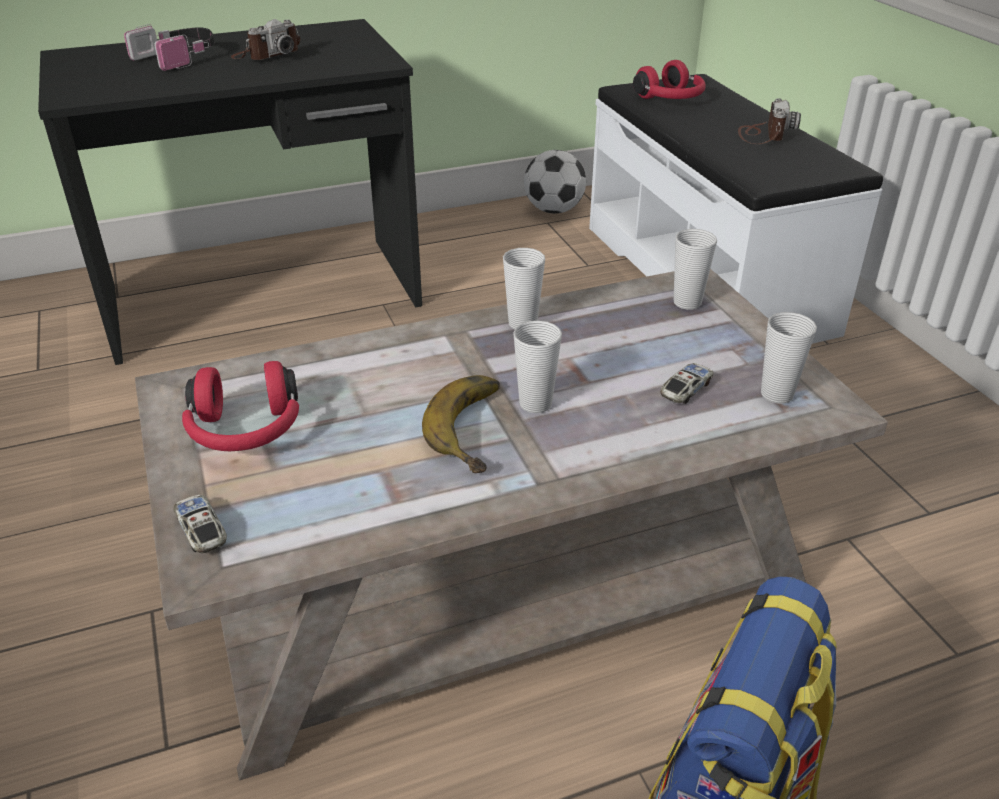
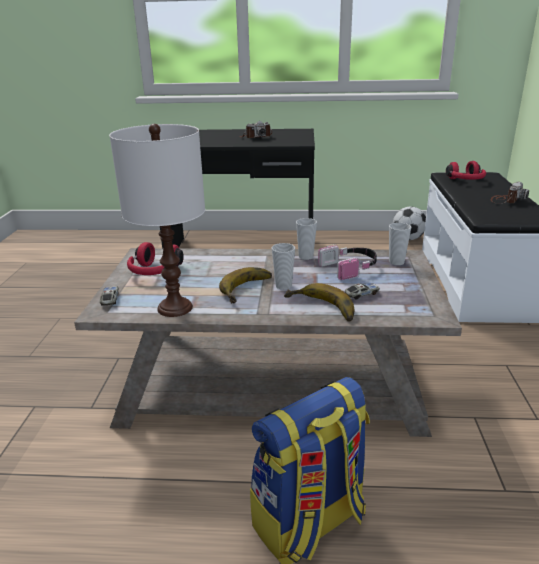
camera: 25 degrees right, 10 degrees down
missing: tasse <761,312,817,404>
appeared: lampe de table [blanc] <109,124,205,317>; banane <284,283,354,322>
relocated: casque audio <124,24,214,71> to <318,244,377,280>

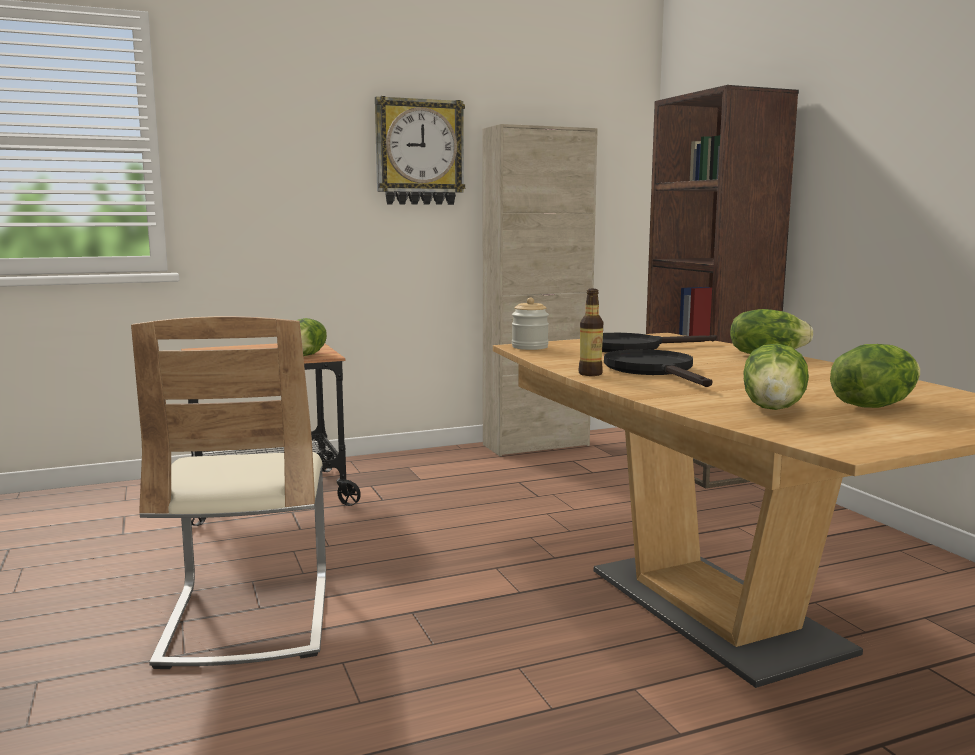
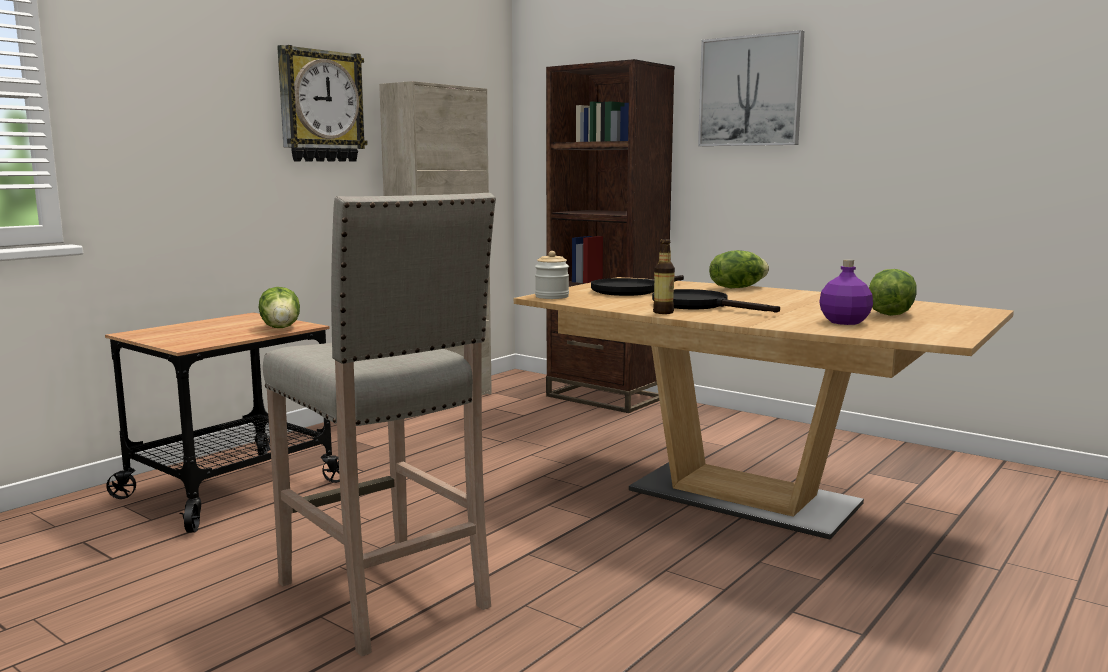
camera: 30 degrees left, 0 degrees up
appeared: tableau <698,30,804,146>
exchanged: chaise [beige] <131,316,326,669> to tabouret [beige] <263,193,496,657>; laitue <743,343,809,410> to bouteille [violet] <819,259,873,325>

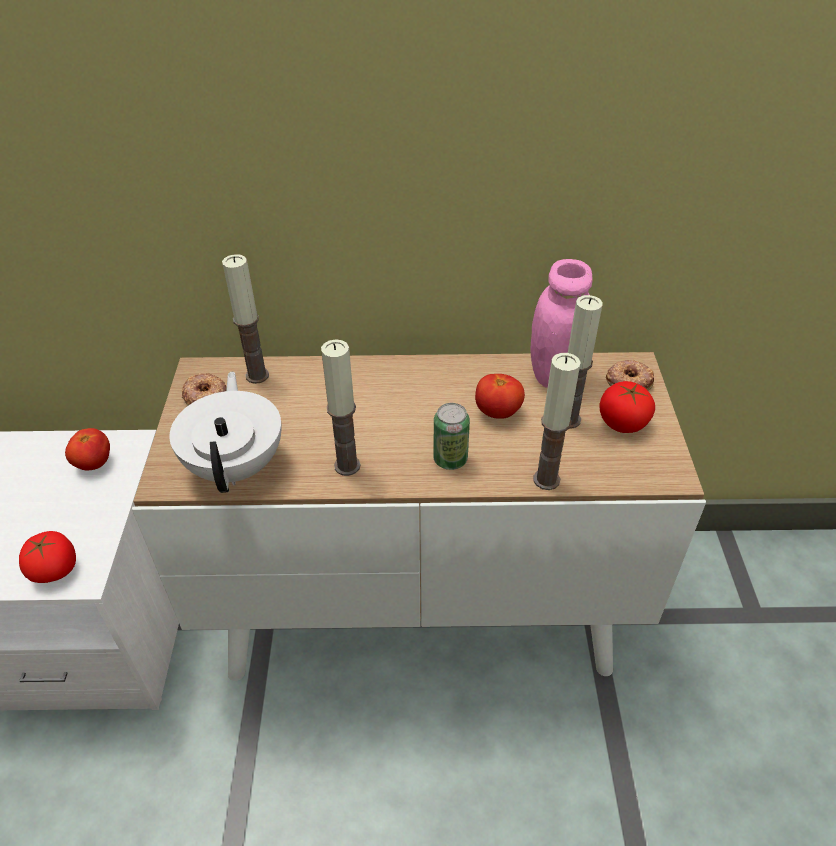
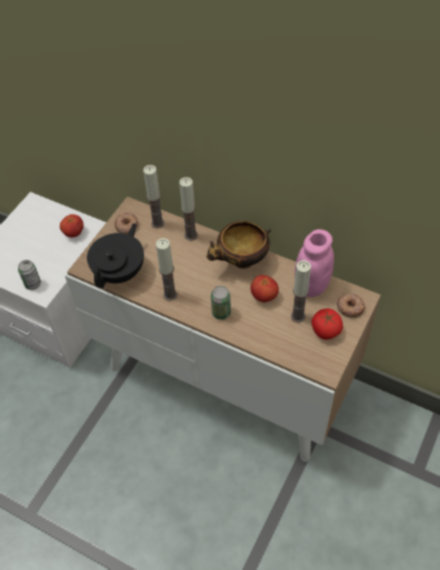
camera: 30 degrees right, 10 degrees up
appeared: bol <206,221,271,269>
relocated: bougie <533,353,581,490> to <179,177,198,241>
exchanged: tomate <19,531,76,583> to boîte métallique <18,260,41,290>
colour: théière [blanc] <169,372,282,493> to théière [noir] <87,223,144,288>

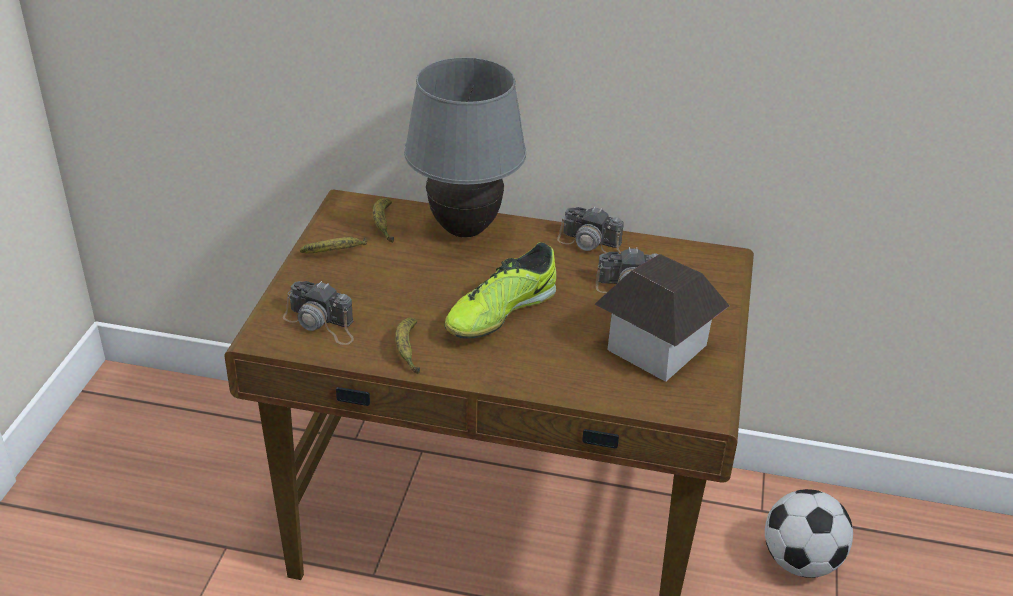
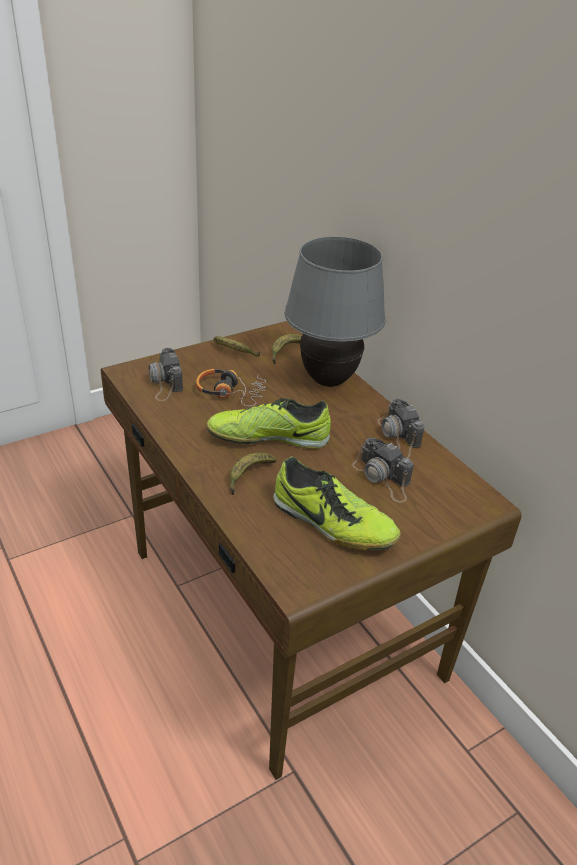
camera: 45 degrees right, 0 degrees up
missing: ballon de foot <765,489,853,578>
appeared: casque audio <196,369,266,406>
relocated: banane <395,318,420,374> to <230,452,277,495>
exchanged: maison miniature <595,254,729,382> to chaussure <273,457,401,550>

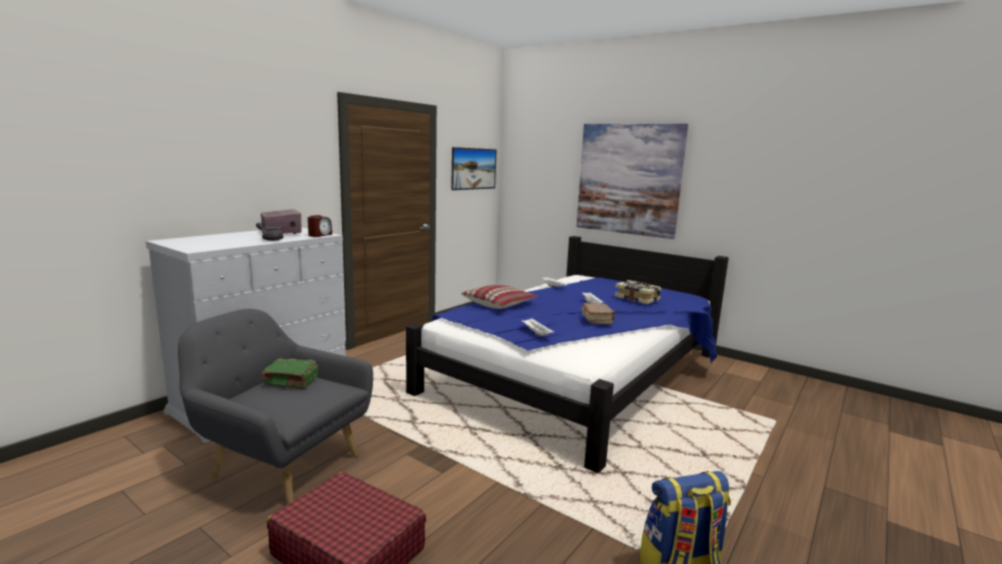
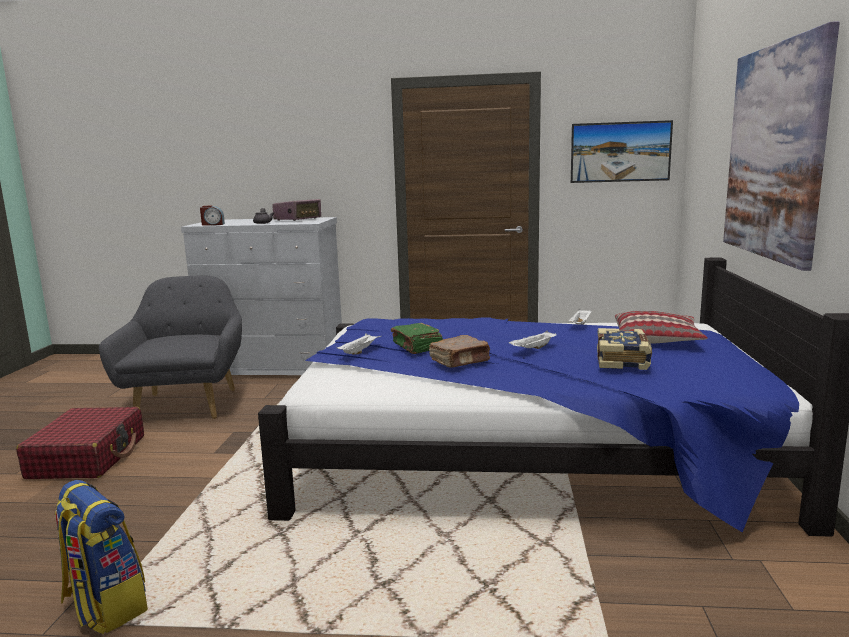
camera: 60 degrees right, 0 degrees up
relocated: réveil <308,215,332,237> to <200,205,225,226>; livre [vert] <261,359,318,389> to <391,323,443,354>; coussin <461,285,538,309> to <615,311,708,343>

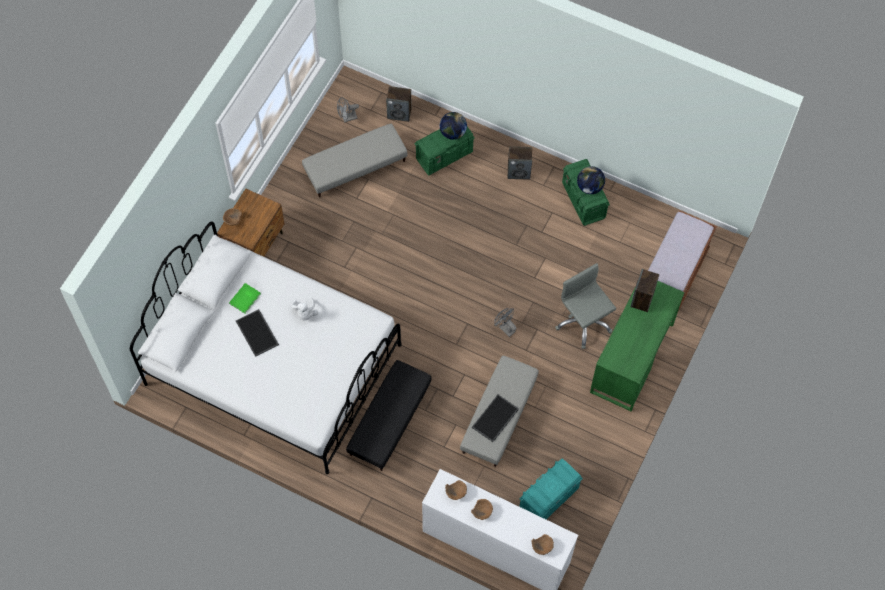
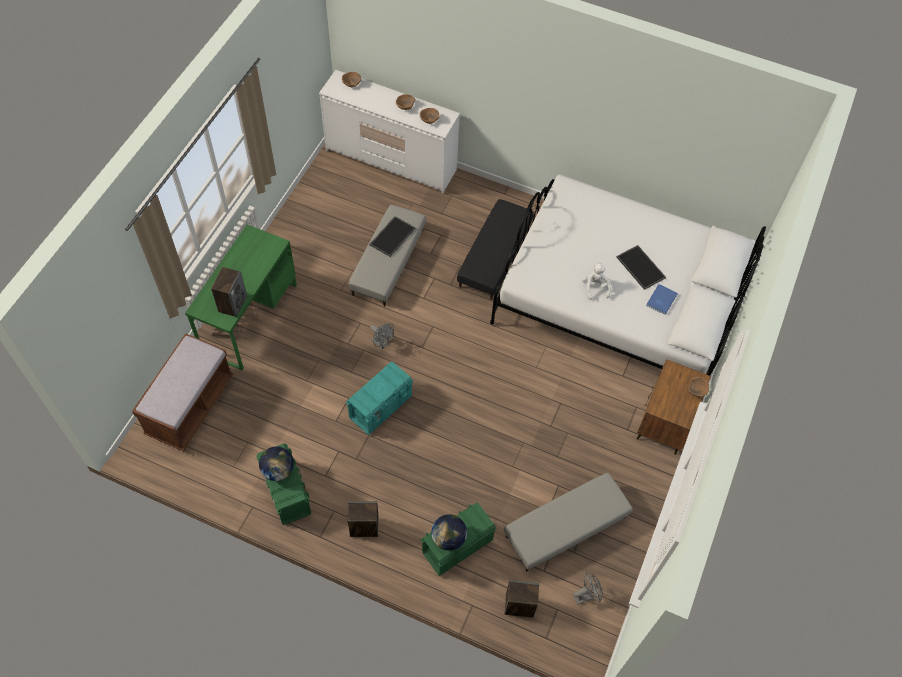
camera: 175 degrees right, 5 degrees down
missing: chaise de bureau [gris] <555,263,616,349>
relocated: boîte de rangement [turquoise] <519,458,583,519> to <346,362,413,435>
colour: livre [vert] <229,283,261,313> to livre [bleu] <646,284,678,315>

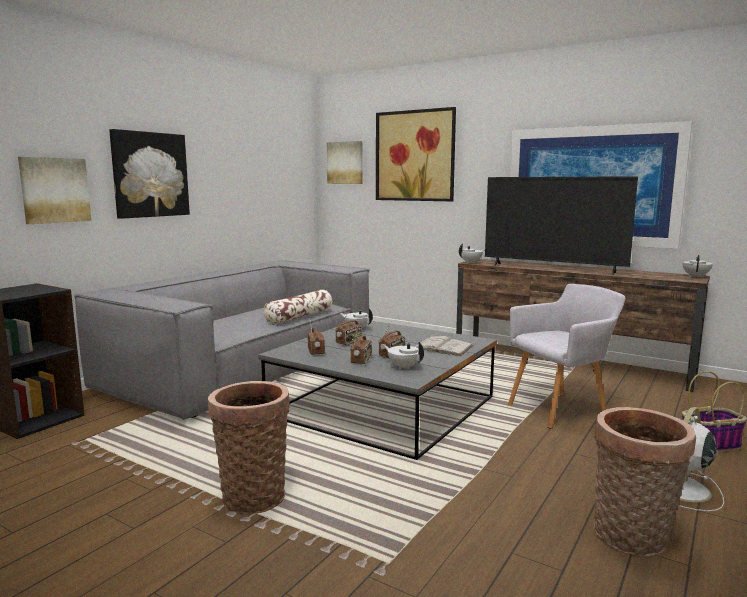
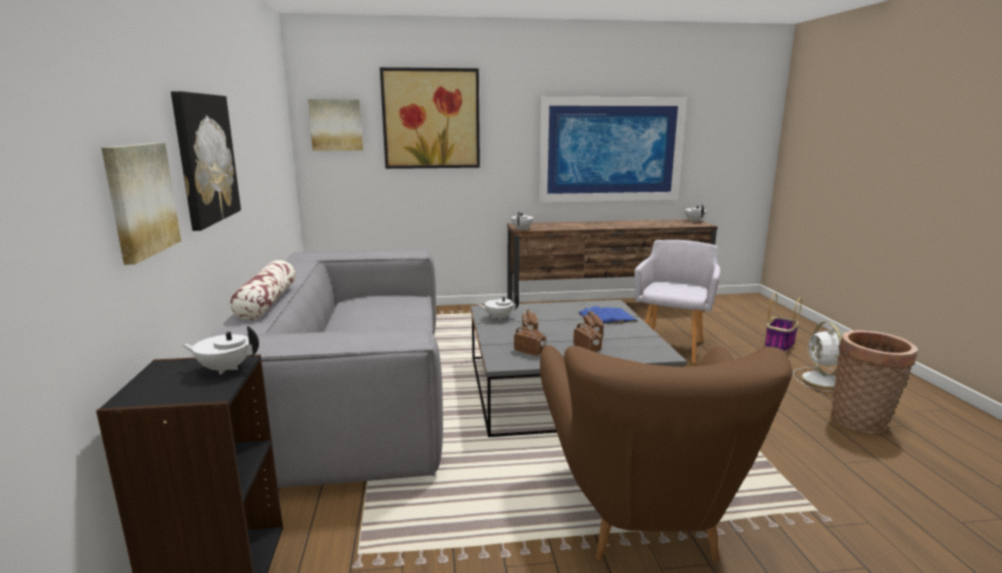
camera: 40 degrees left, 5 degrees up
missing: téléviseur <485,176,638,275>
relocated: théière [blanc] <384,342,424,369> to <181,326,259,375>; coussin <264,290,332,325> to <230,260,296,320>
exchanged: panier <208,381,290,515> to fauteuil [marron] <540,345,792,562>
colour: livre [blanc] <415,335,473,356> to livre [bleu] <578,306,638,324>

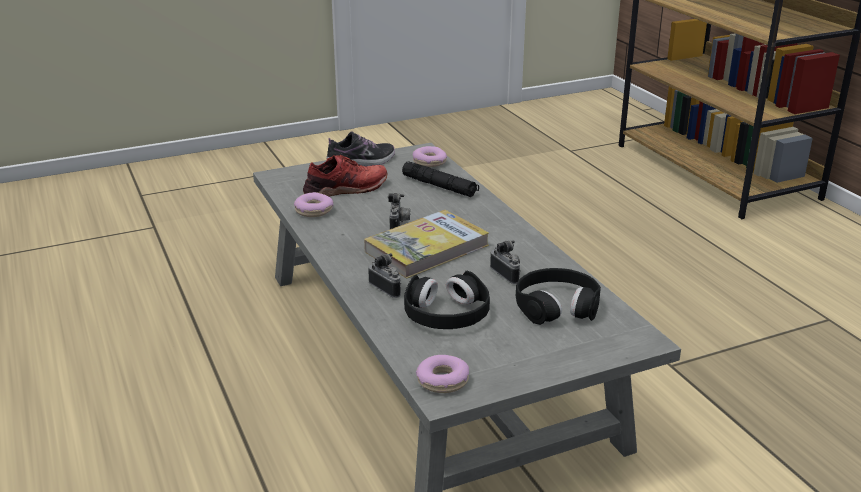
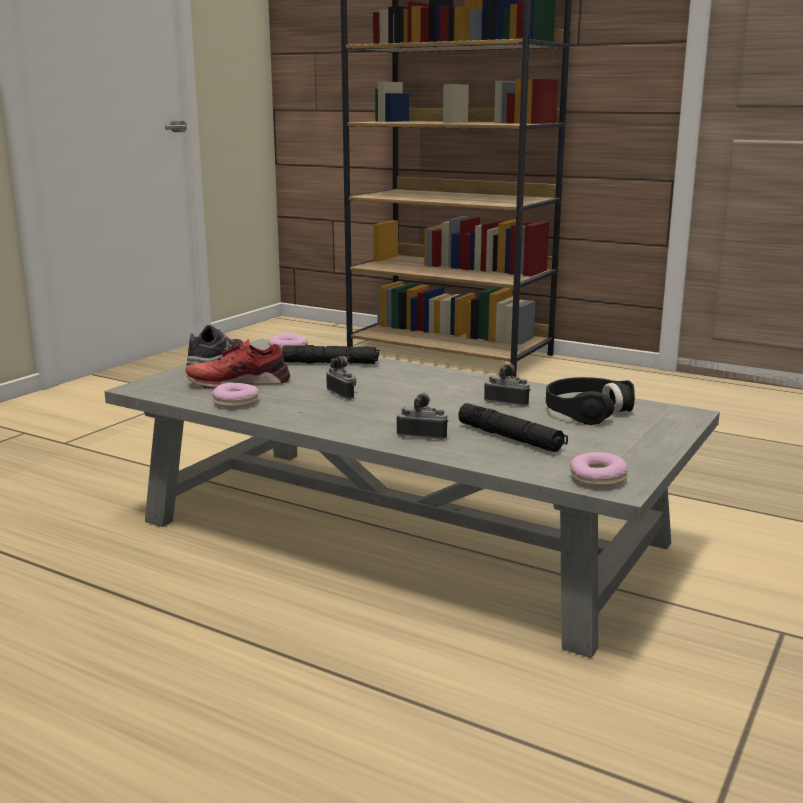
camera: 35 degrees left, 10 degrees down
missing: livre <364,210,489,278>
exchanged: casque audio [noir] <404,271,490,329> to lampe de poche [noir] <458,403,568,453>
spun: chaussure [rouge] <303,154,388,196> = <186,339,290,388> 135 degrees counterclockwise

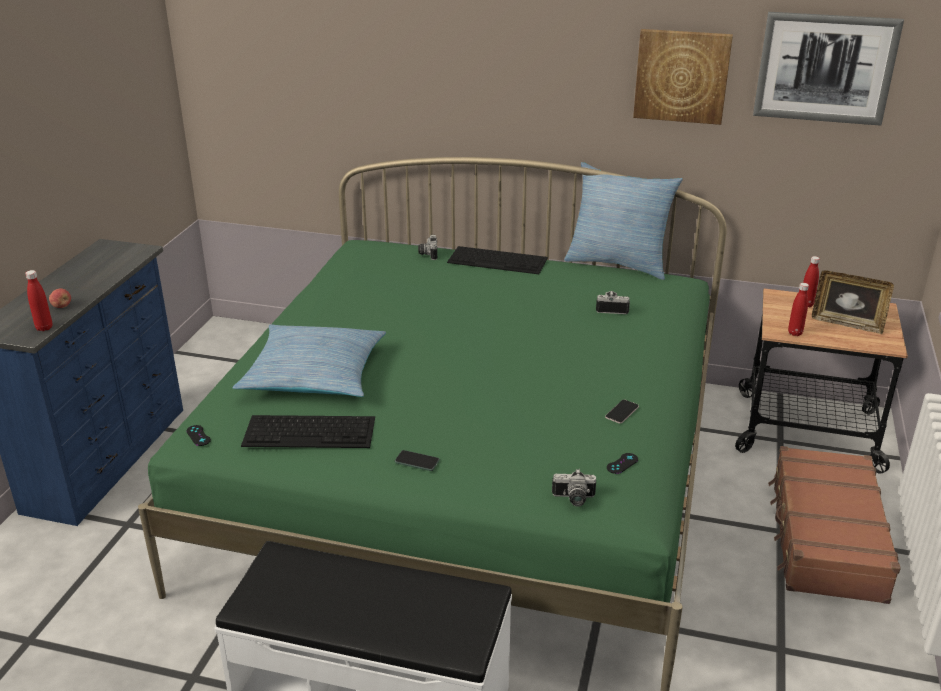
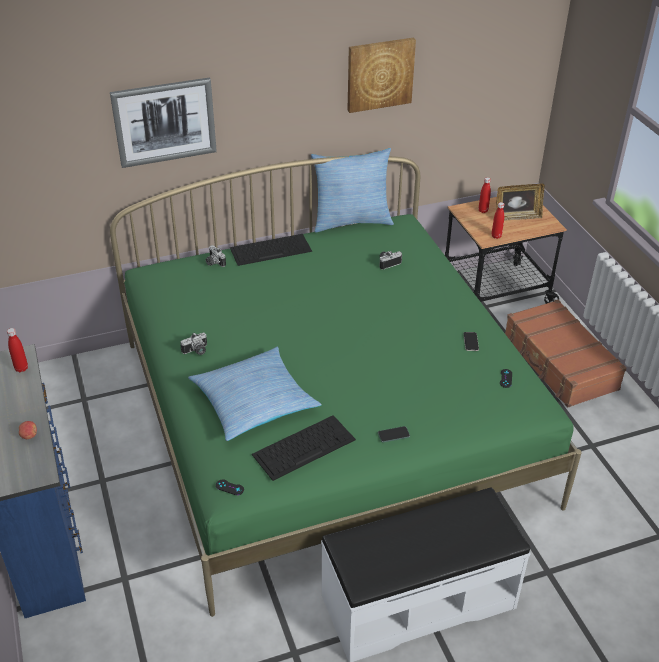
camera: 35 degrees left, 10 degrees up
relocated: bouteille [rouge] <25,270,53,331> to <7,328,28,372>; tableau <753,12,904,126> to <110,77,217,168>; appareil photo <552,469,596,506> to <180,332,207,355>

